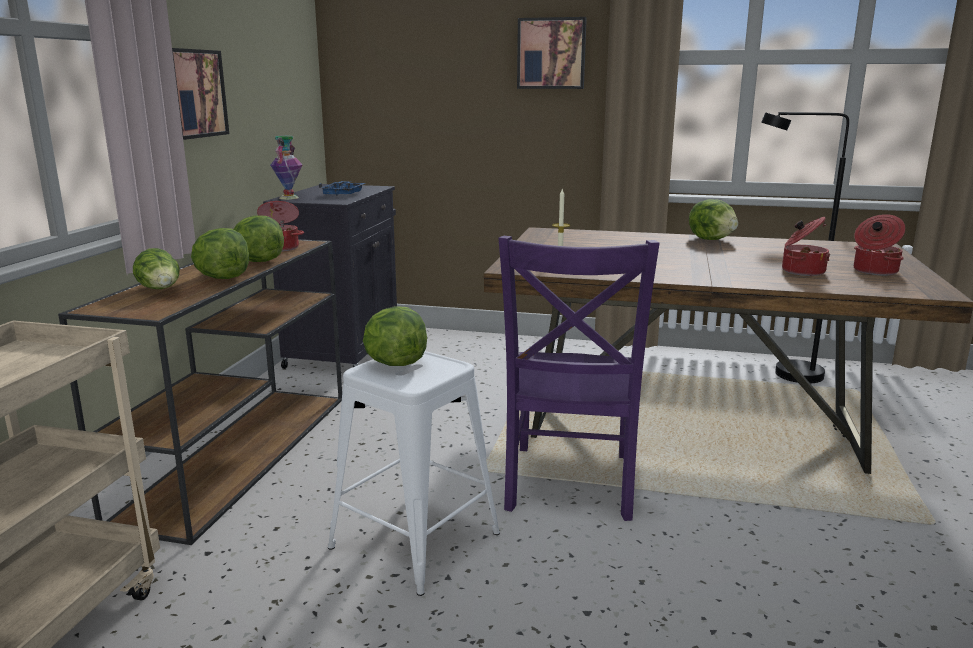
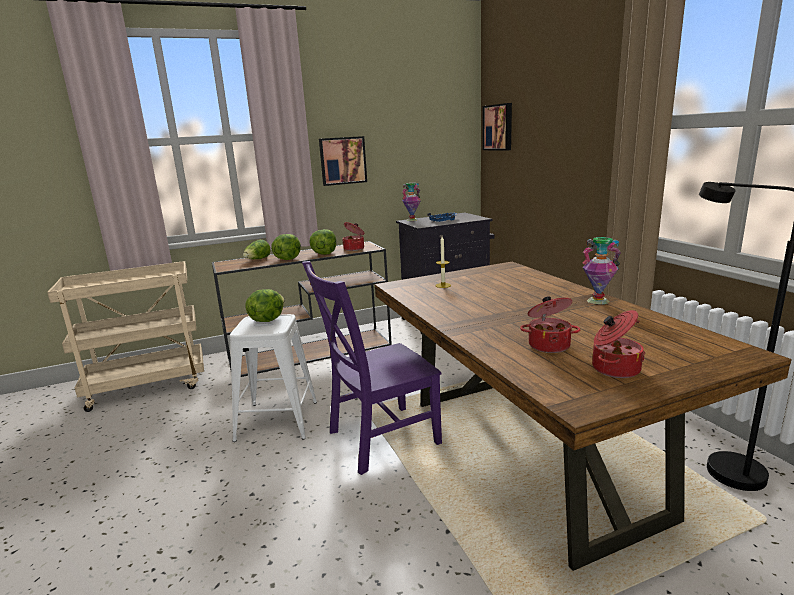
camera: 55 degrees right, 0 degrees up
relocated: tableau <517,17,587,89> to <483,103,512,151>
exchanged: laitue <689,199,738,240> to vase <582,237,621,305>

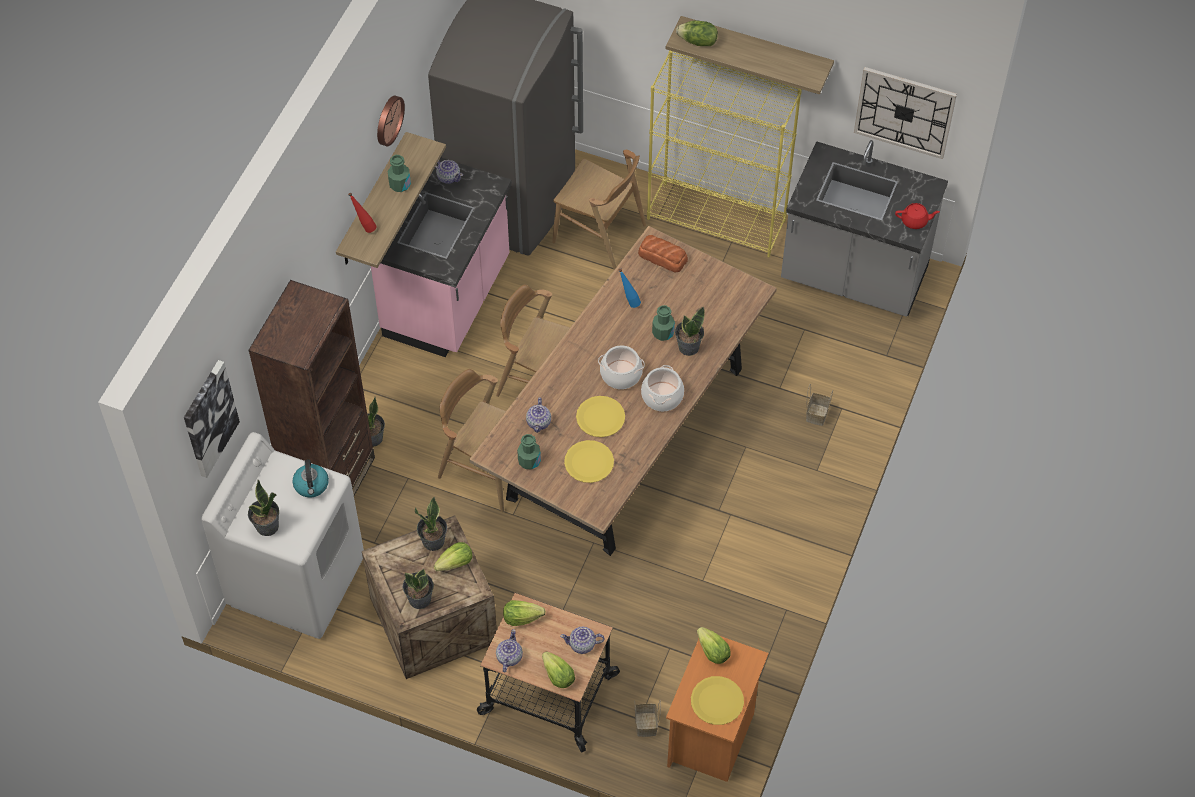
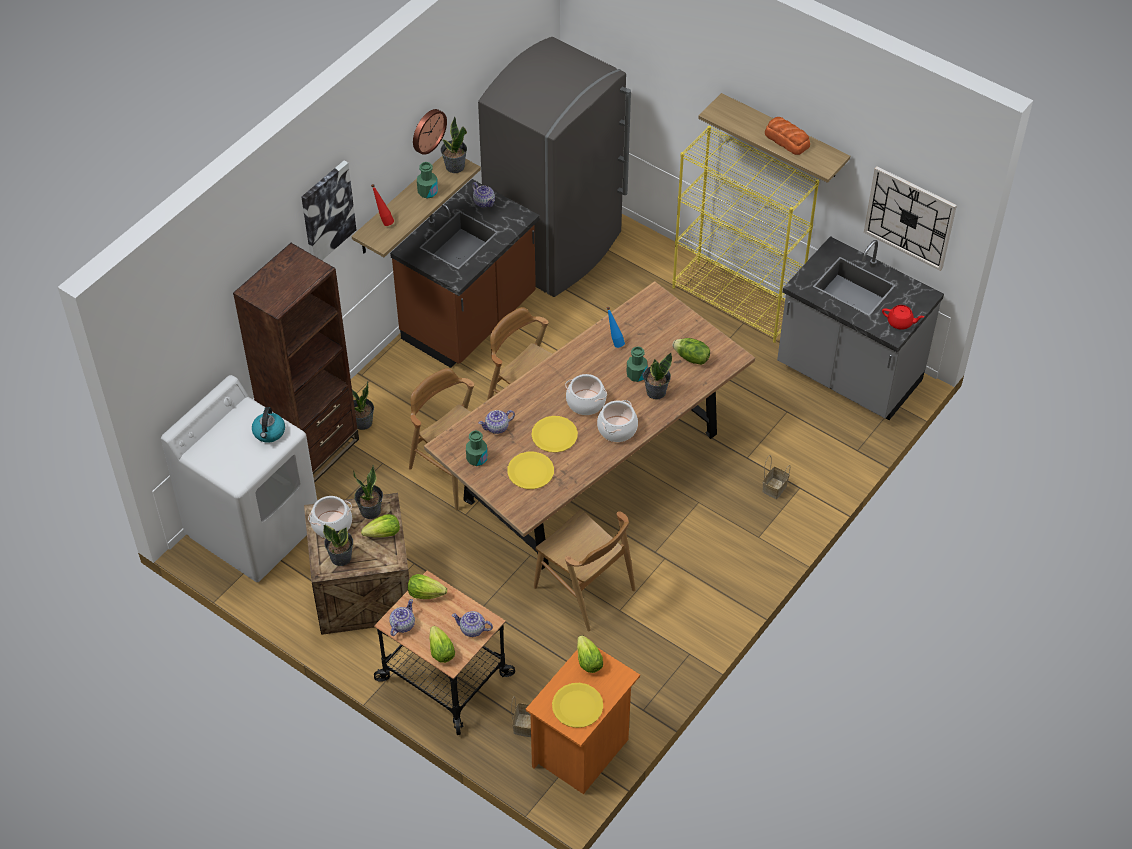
camera: 15 degrees right, 5 degrees down
appeared: marmite <308,496,352,538>
relocated: tableau <184,360,240,478> to <301,161,356,260>; plante en pot <248,480,279,536> to <440,116,467,173>; chaise [marron] <552,150,646,270> to <534,510,635,631>; laitue <676,20,718,46> to <672,338,710,365>; pain <638,235,688,272> to <765,117,810,155>
colour: comptoir de cuisine [rose] <371,158,512,357> to comptoir de cuisine [marron] <390,179,540,368>
spun: théière <526,397,551,433> = <479,410,515,434> 45 degrees clockwise

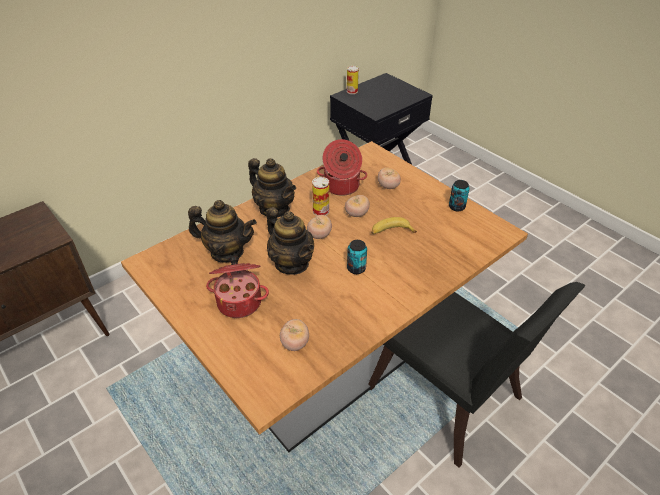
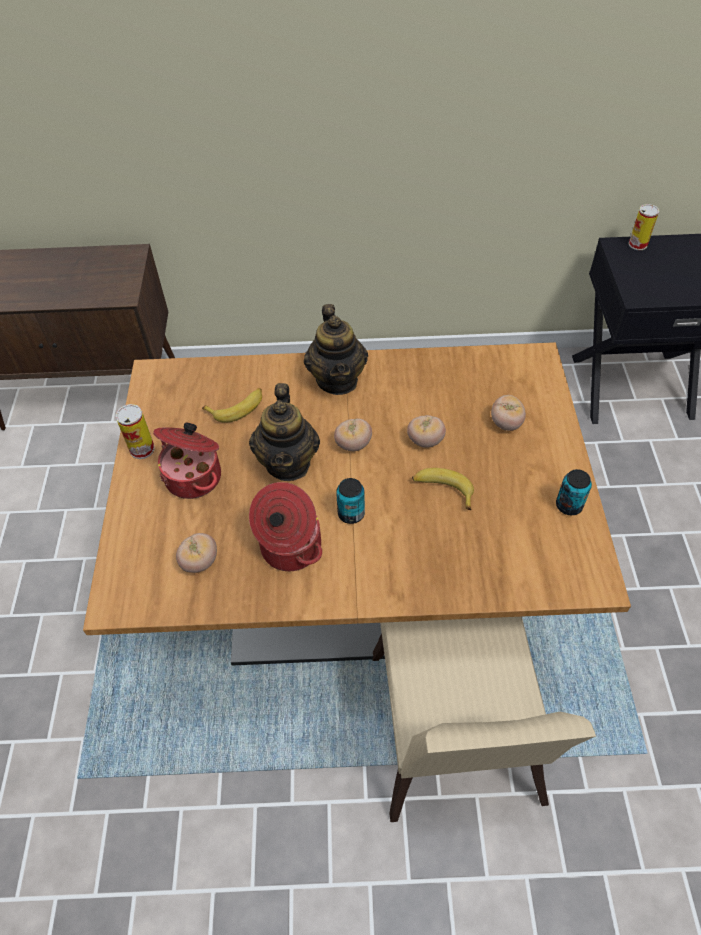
camera: 40 degrees right, 10 degrees up
relocated: boîte métallique <312,177,329,216> to <116,404,155,459>; marmite <317,139,368,196> to <249,482,322,571>
exchanged: théière <188,200,257,263> to banane <202,388,262,423>
colour: chaise [noir] <368,282,586,468> to chaise [beige] <372,617,596,822>

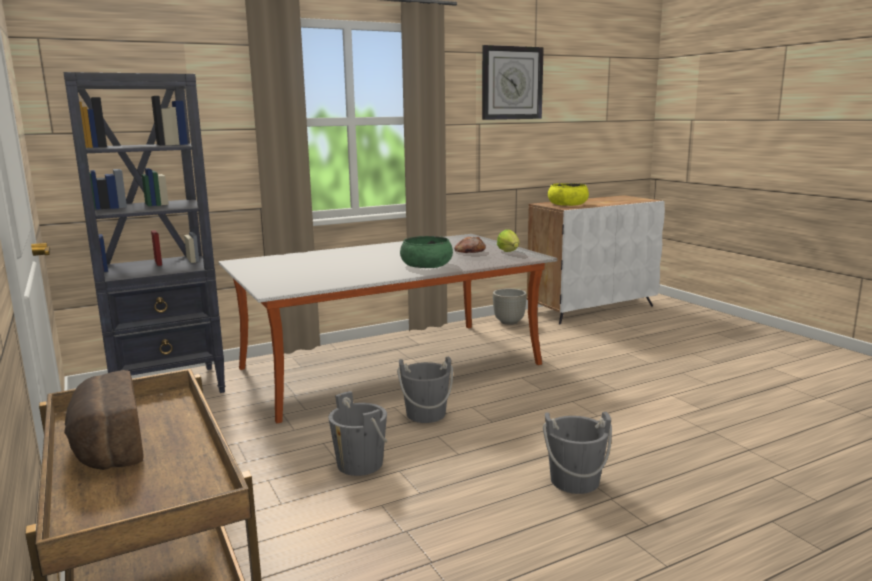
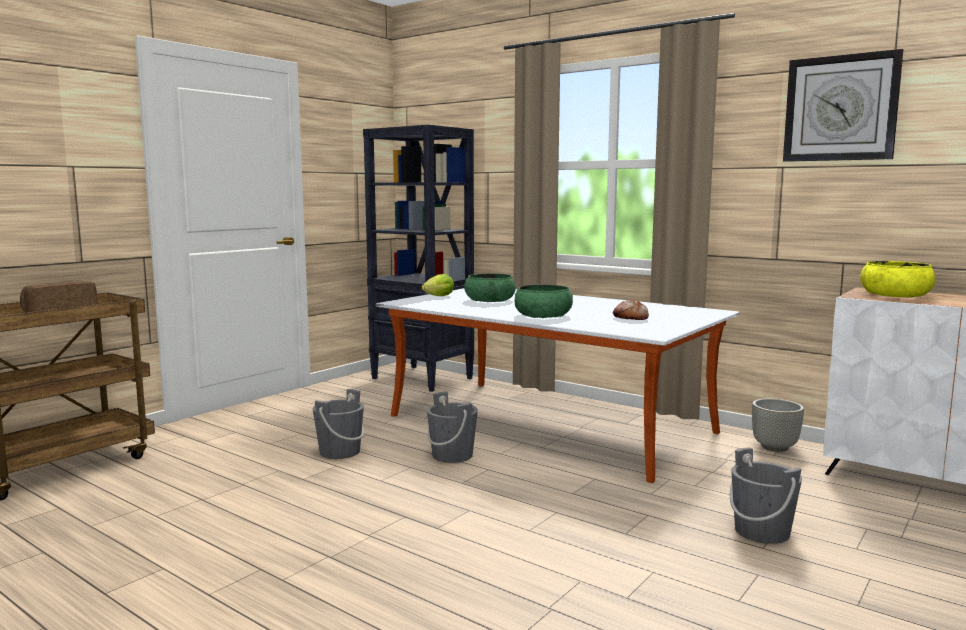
camera: 65 degrees right, 5 degrees down
appeared: bol [vert] <464,273,516,302>
relocated: laitue <497,229,520,252> to <422,274,454,296>; seau [gris] <543,412,612,494> to <730,447,802,544>

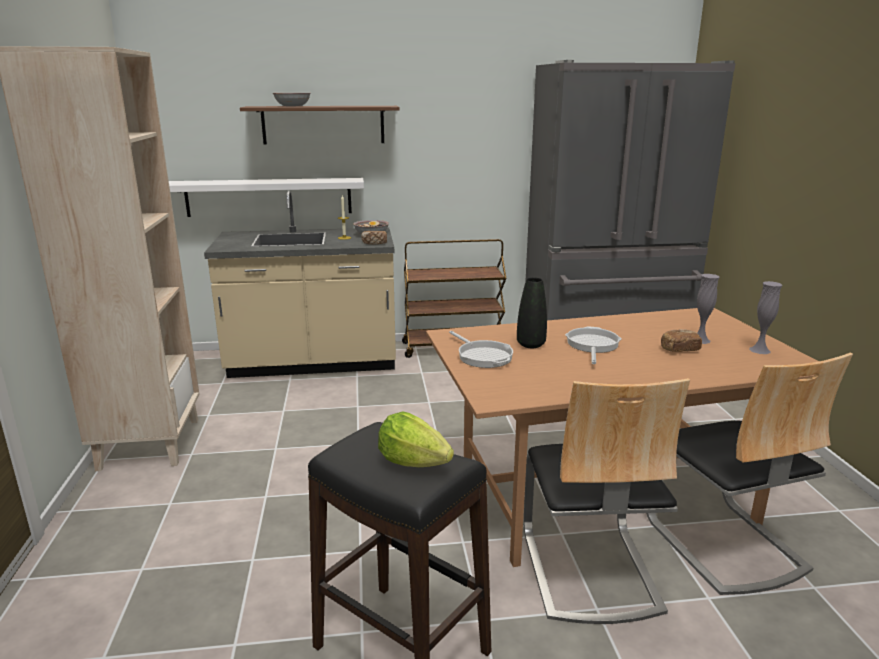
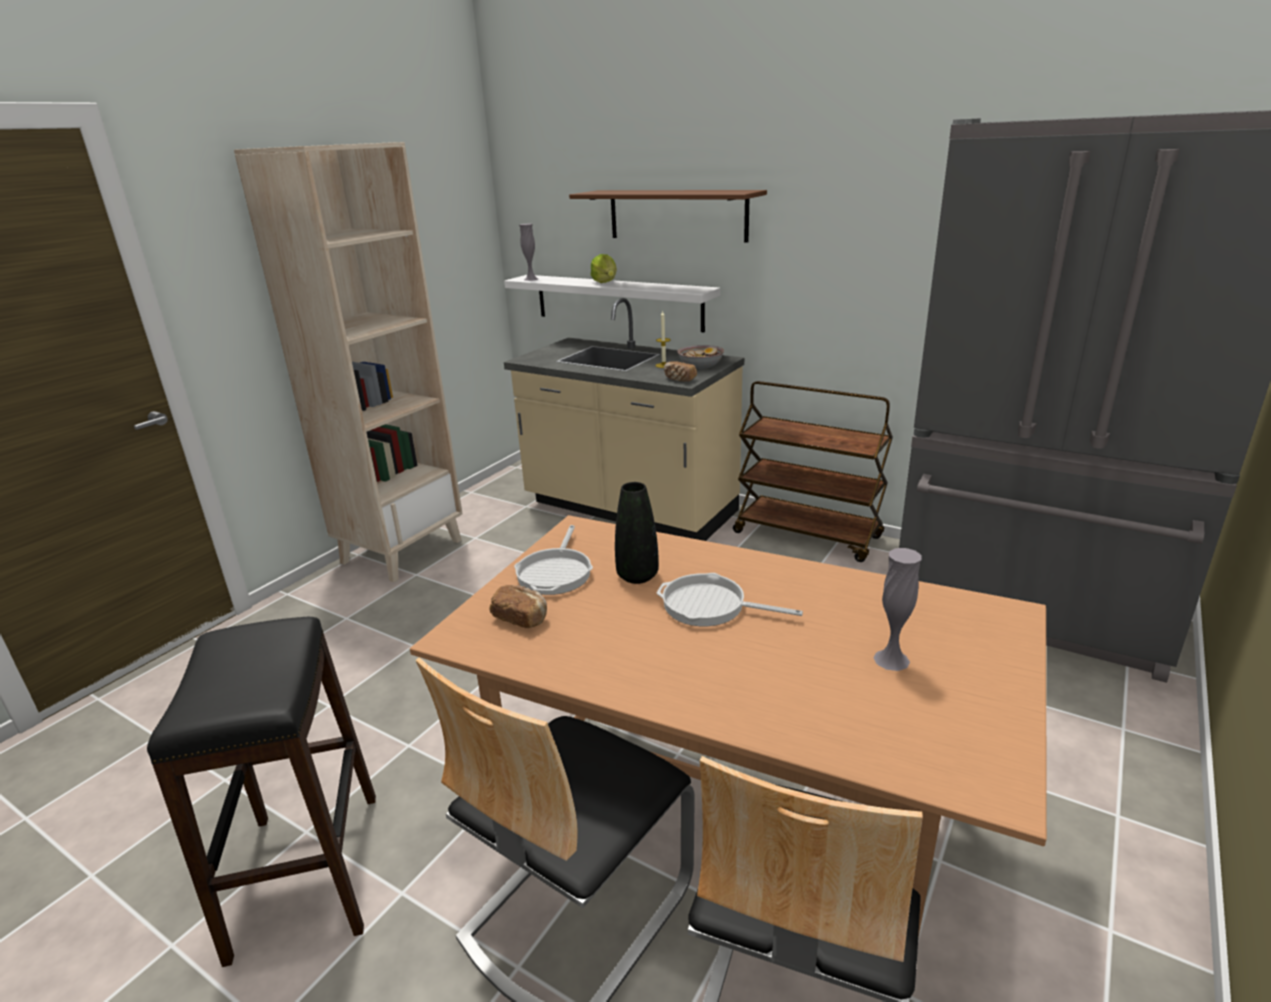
camera: 40 degrees right, 5 degrees up
missing: bol <273,93,310,106>
relocated: pain <661,329,702,352> to <489,585,547,628>; vase [gris] <749,281,782,354> to <519,224,538,281>; laitue <378,411,454,467> to <591,254,617,283>
spun: poêle <565,326,622,364> = <657,573,803,626> 120 degrees counterclockwise

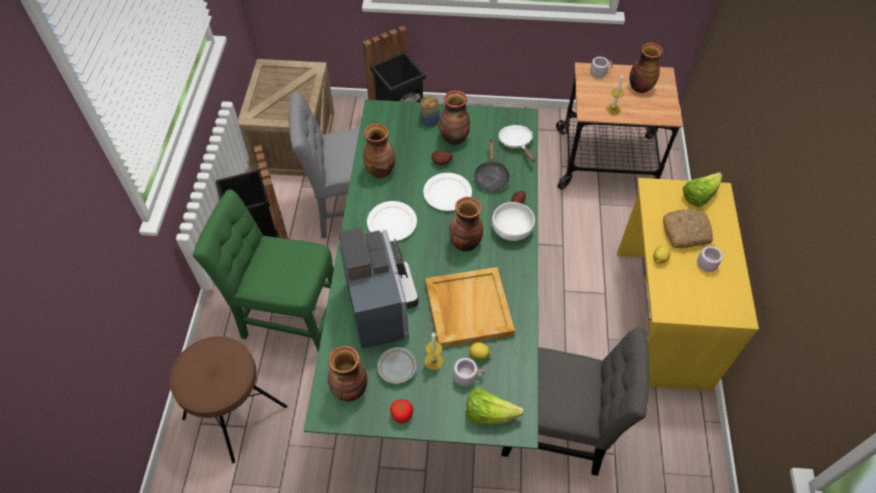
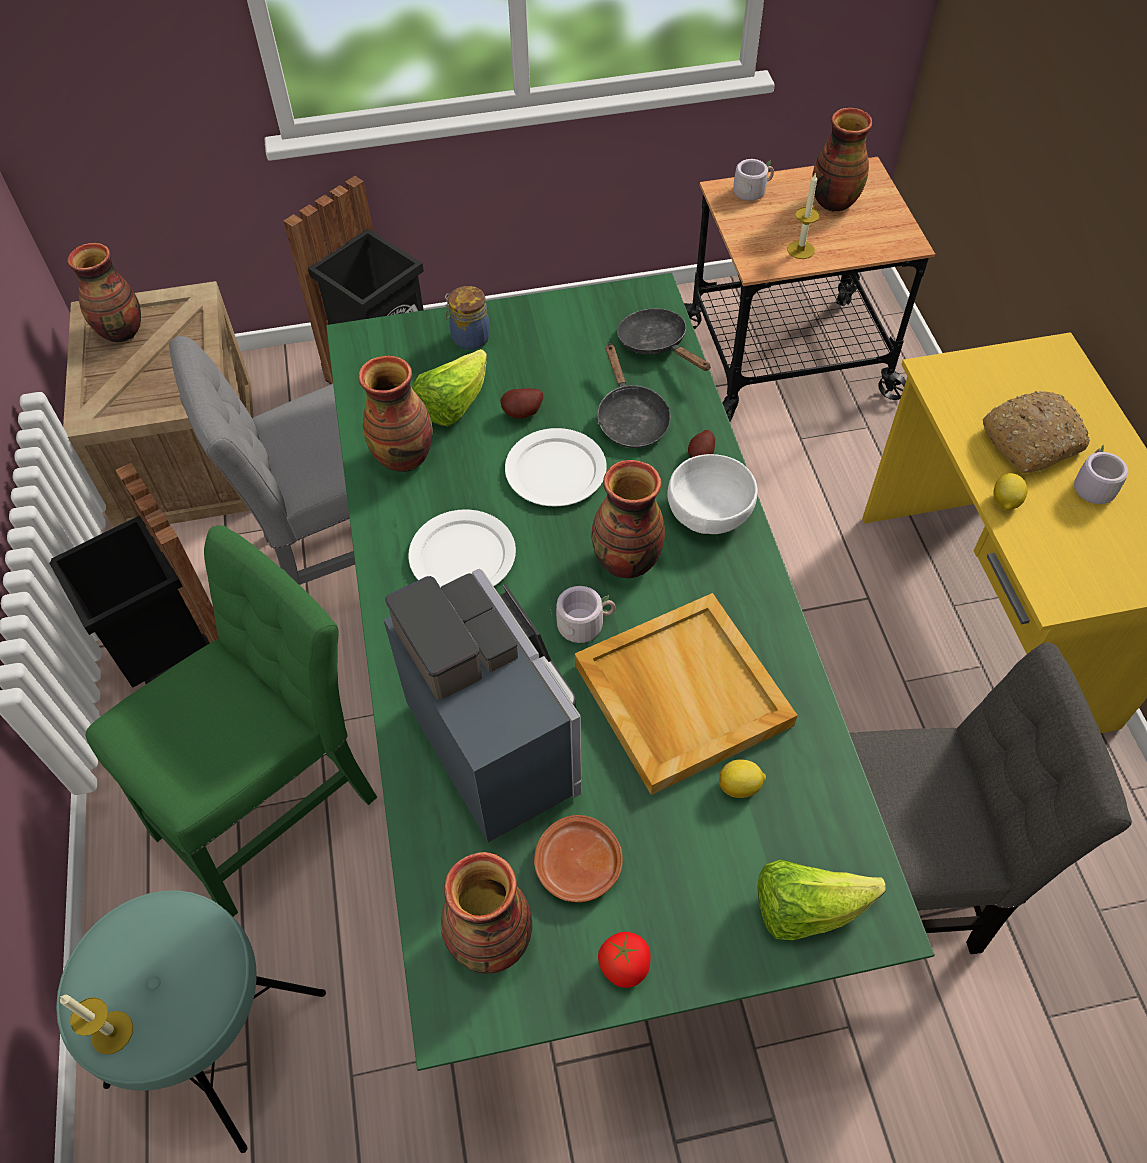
camera: 15 degrees left, 0 degrees up
relocated: bougie <425,333,444,370> to <60,995,133,1054>; vase <439,91,470,145> to <67,243,141,342>; laitue <683,172,722,207> to <412,349,487,426>; mug [gris] <453,358,484,387> to <550,586,616,643>
colour: tabouret [marron] <170,336,287,463> to tabouret [turquoise] <56,890,326,1153>; assiette [gris] <377,347,417,384> to assiette [marron] <534,815,623,902>; poêle [blanc] <499,125,536,162> to poêle [noir] <617,308,711,371>
spun: chaise [vert] <193,190,334,351> = <86,525,377,917> 135 degrees clockwise

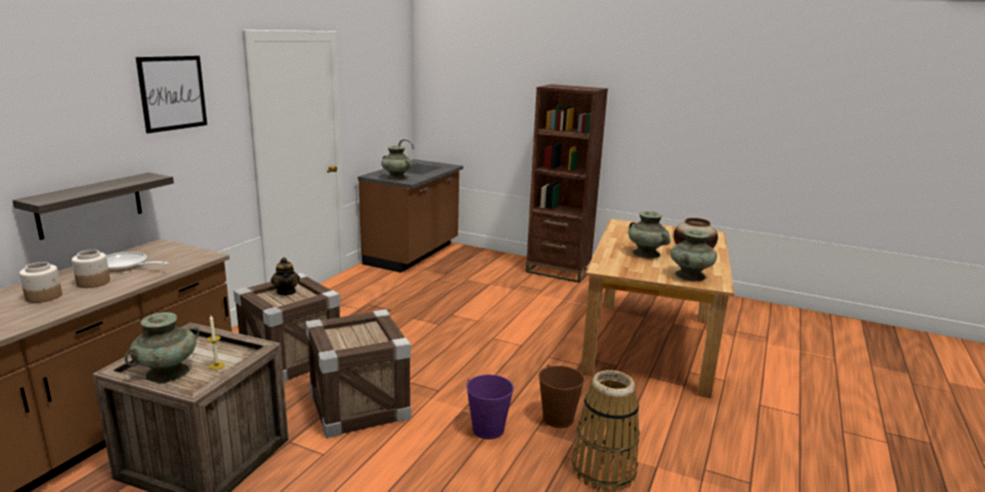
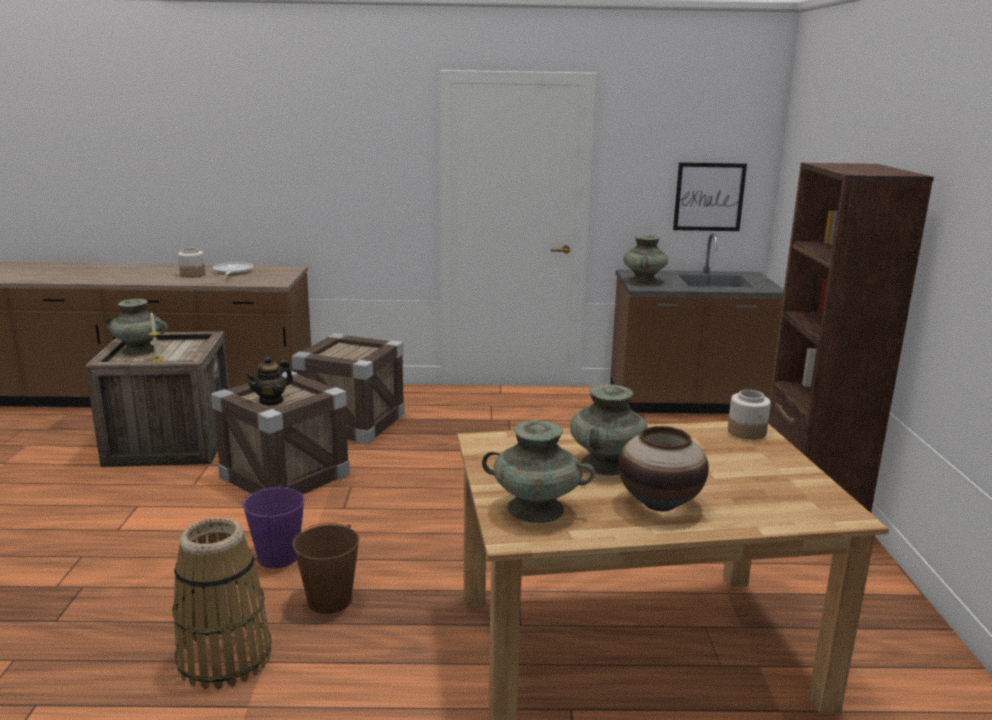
camera: 65 degrees right, 0 degrees up
missing: étagère <12,172,174,240>
relocated: théière <271,257,300,295> to <245,356,293,406>; tableau <136,56,207,133> to <673,162,747,231>; bocal <19,262,62,303> to <728,390,771,440>

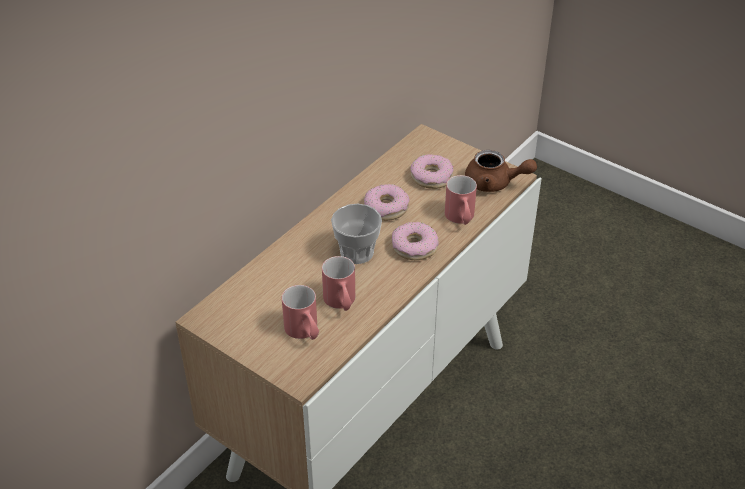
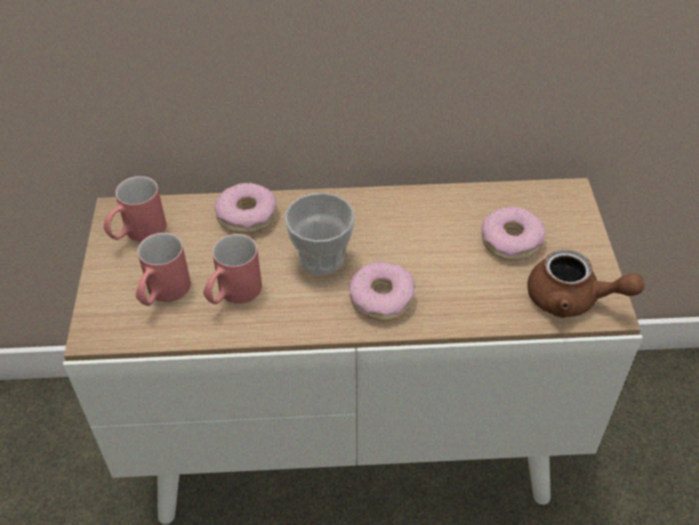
camera: 50 degrees right, 5 degrees up
relocated: mug [rouge] <445,175,477,225> to <103,176,167,242>; beignet <364,184,410,221> to <215,183,277,234>
spun: théière [marron] <465,150,537,192> = <527,249,645,318> 45 degrees counterclockwise

